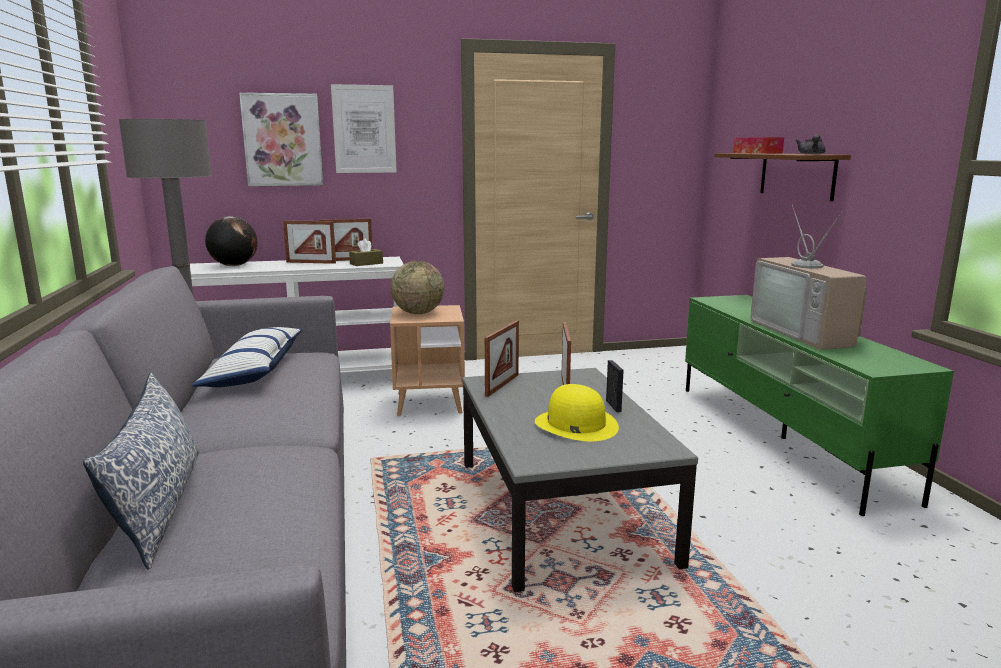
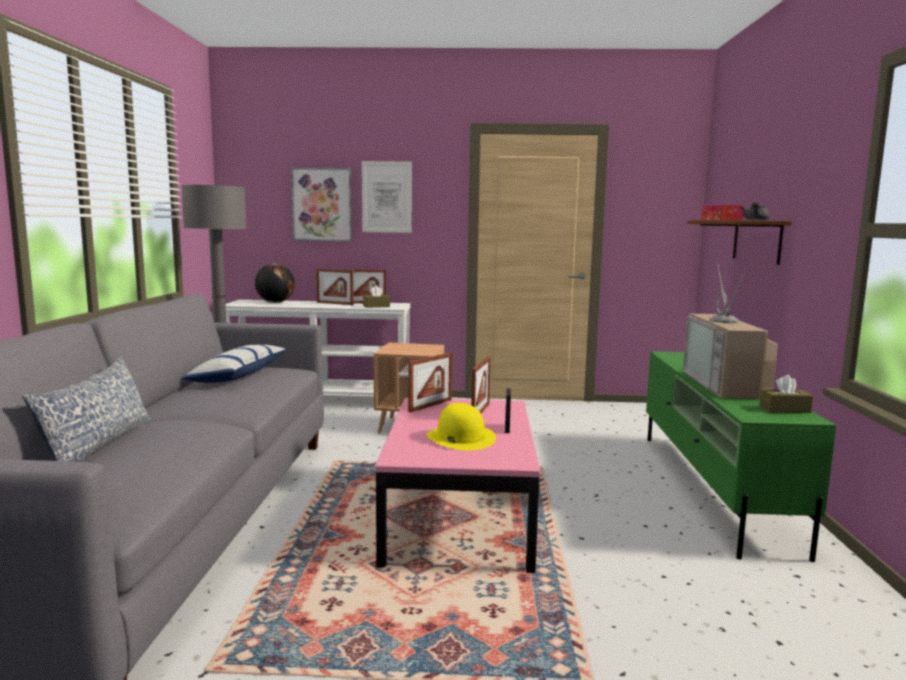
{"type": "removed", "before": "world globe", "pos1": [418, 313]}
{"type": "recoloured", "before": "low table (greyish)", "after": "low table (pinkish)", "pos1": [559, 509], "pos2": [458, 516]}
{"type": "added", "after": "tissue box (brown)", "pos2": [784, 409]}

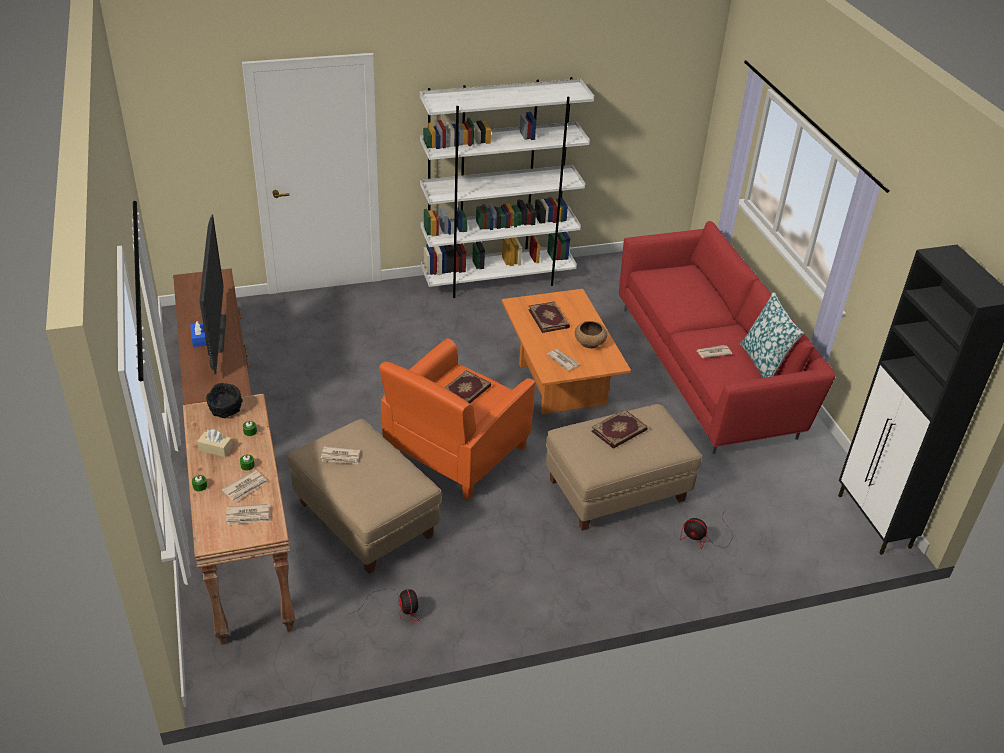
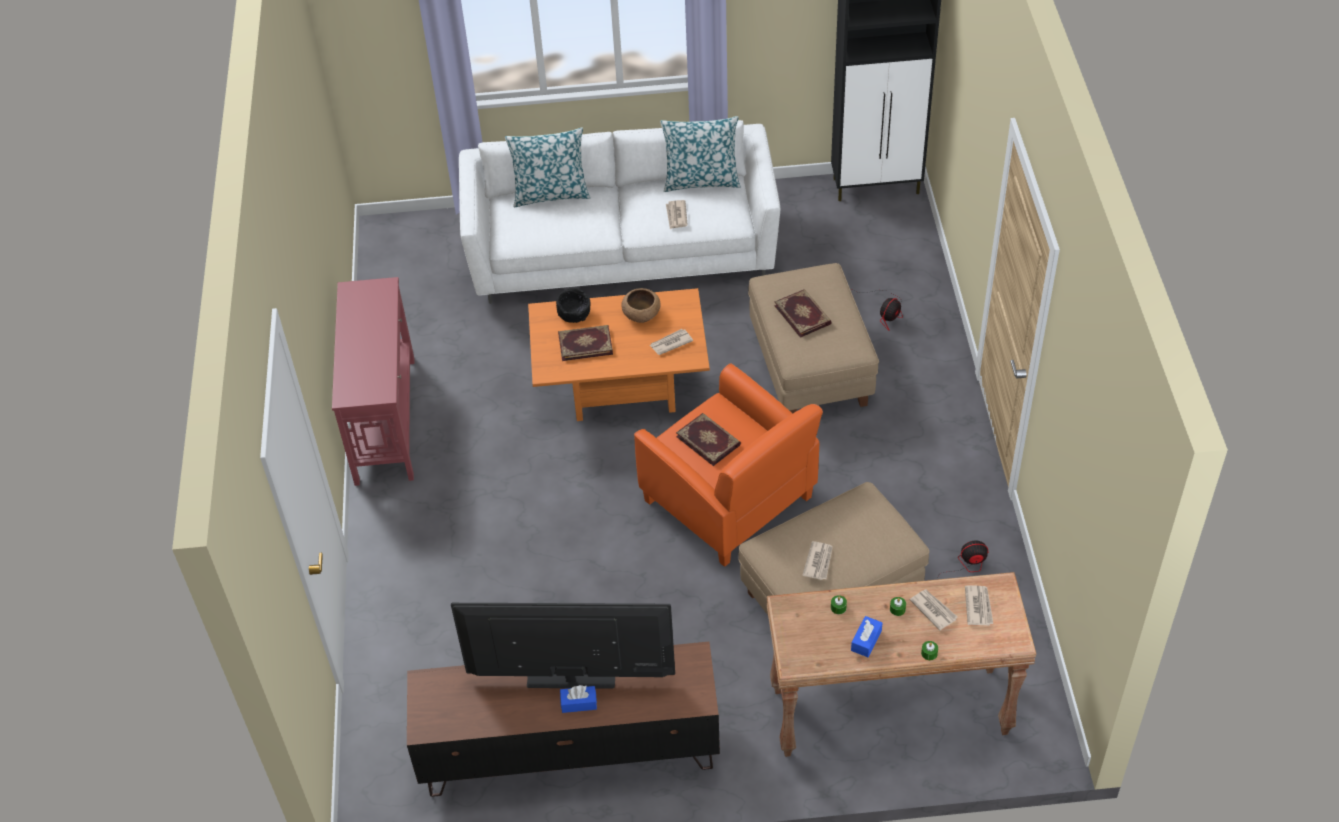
{"type": "replaced", "before": "shelving unit (white-coloured)", "after": "narrow table (red)", "pos1": [498, 280], "pos2": [386, 419]}
{"type": "recoloured", "before": "sofa (red)", "after": "sofa (white-coloured)", "pos1": [708, 369], "pos2": [622, 251]}
{"type": "moved", "before": "bowl (black)", "pos1": [226, 410], "pos2": [574, 314]}
{"type": "recoloured", "before": "tissue box (beige-coloured)", "after": "tissue box (blue)", "pos1": [215, 449], "pos2": [866, 640]}
{"type": "added", "after": "pillow", "pos2": [551, 194]}

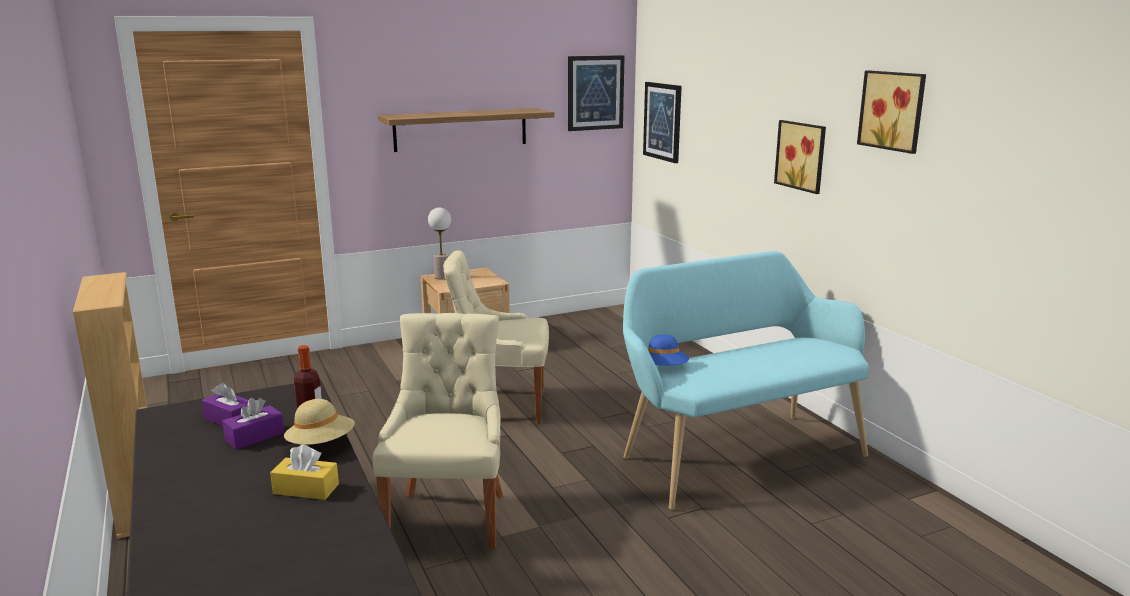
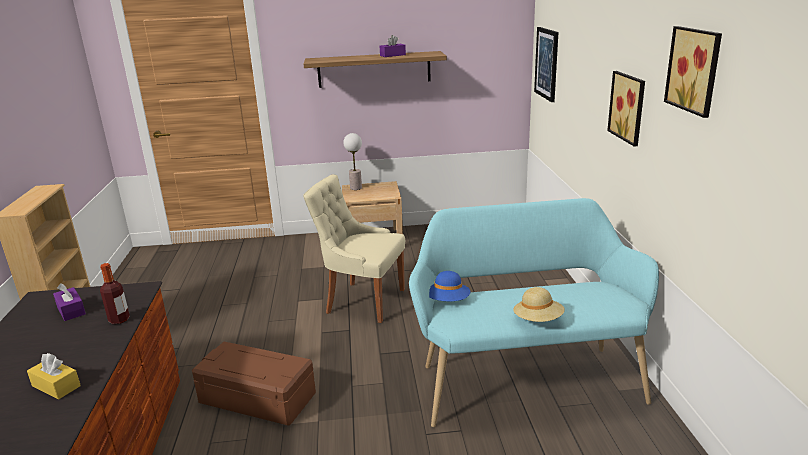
{"type": "removed", "before": "picture", "pos1": [595, 93]}
{"type": "replaced", "before": "plain chair (beige-coloured)", "after": "storage bin (brown)", "pos1": [448, 516], "pos2": [258, 398]}
{"type": "moved", "before": "tissue box (purple)", "pos1": [255, 436], "pos2": [392, 55]}
{"type": "moved", "before": "wearable hat (beige-coloured)", "pos1": [321, 444], "pos2": [538, 320]}

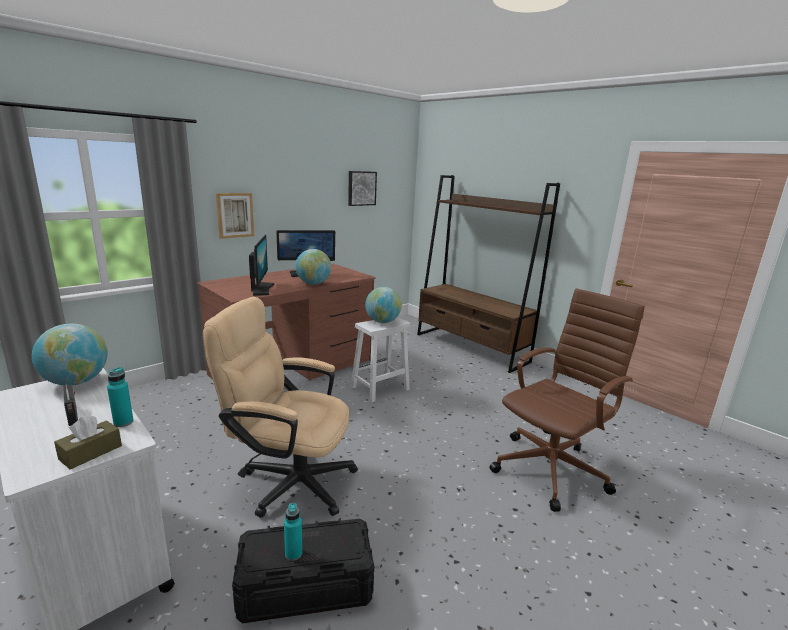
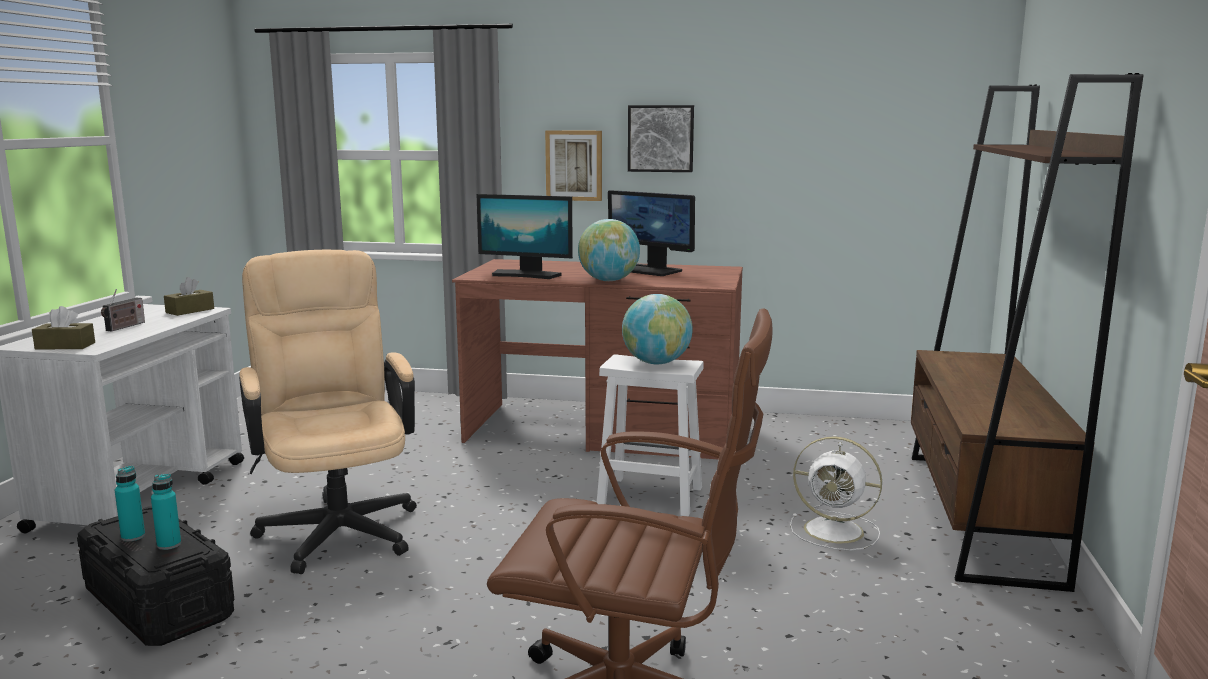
{"type": "moved", "before": "picture", "pos1": [361, 188], "pos2": [661, 138]}
{"type": "turned", "before": "computer display", "pos1": [261, 289], "pos2": [526, 275], "turn": 60}
{"type": "replaced", "before": "world globe", "after": "tissue box (brown)", "pos1": [76, 382], "pos2": [190, 311]}
{"type": "moved", "before": "beverage bottle (blue-green)", "pos1": [123, 422], "pos2": [169, 545]}
{"type": "added", "after": "electric fan (white-coloured)", "pos2": [836, 531]}

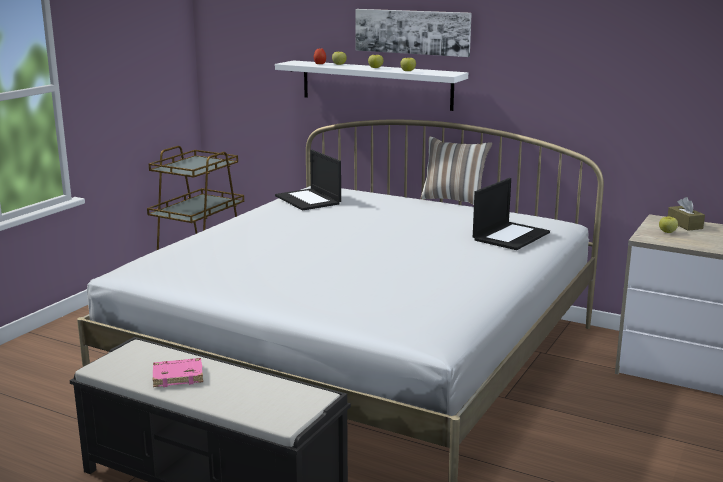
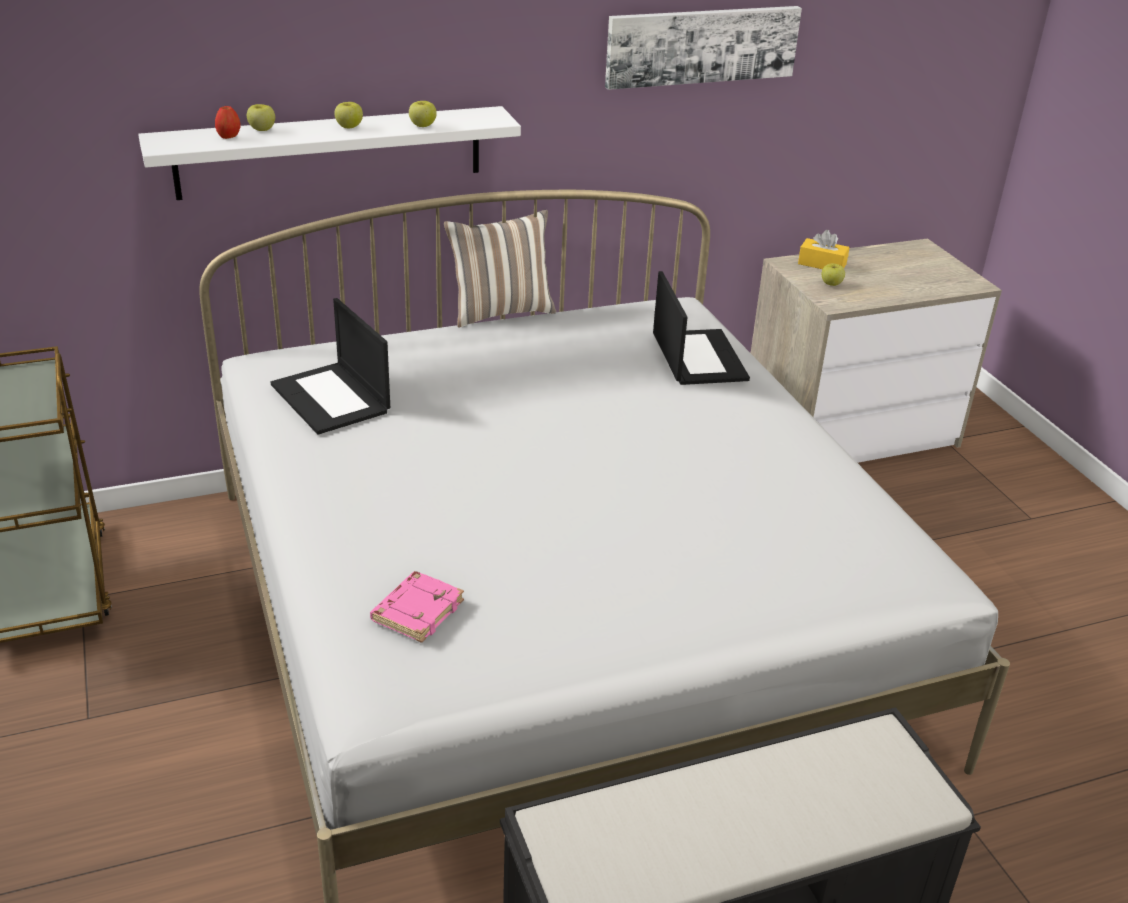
{"type": "moved", "before": "picture", "pos1": [412, 32], "pos2": [701, 45]}
{"type": "turned", "before": "portable computer", "pos1": [309, 200], "pos2": [332, 398], "turn": 45}
{"type": "recoloured", "before": "tissue box (brown)", "after": "tissue box (yellow-coloured)", "pos1": [684, 224], "pos2": [822, 264]}
{"type": "moved", "before": "volume (pinkish)", "pos1": [178, 376], "pos2": [417, 610]}

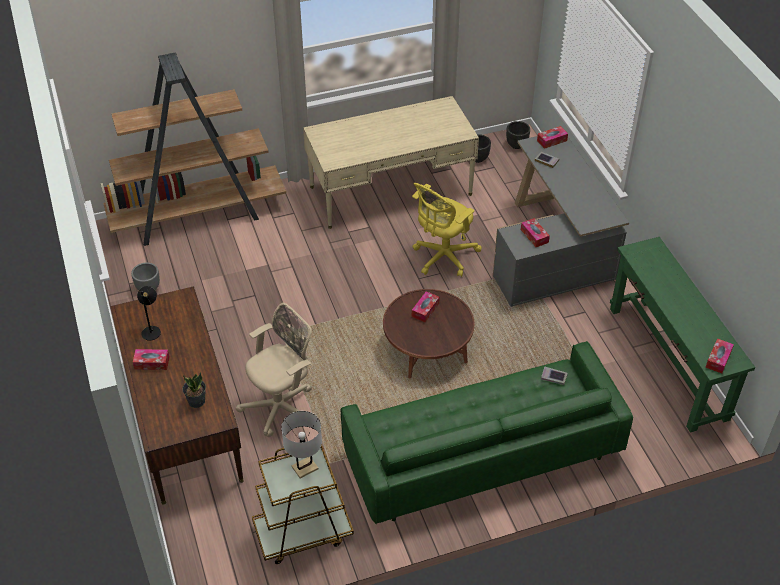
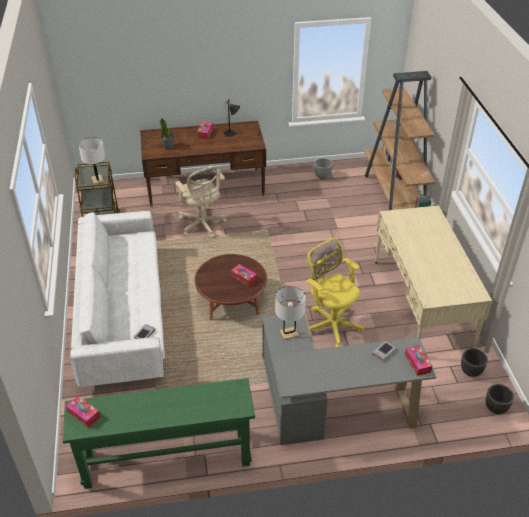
{"type": "replaced", "before": "tissue box", "after": "table lamp (white-coloured)", "pos1": [534, 236], "pos2": [289, 334]}
{"type": "recoloured", "before": "sofa (green)", "after": "sofa (white-coloured)", "pos1": [481, 454], "pos2": [123, 314]}

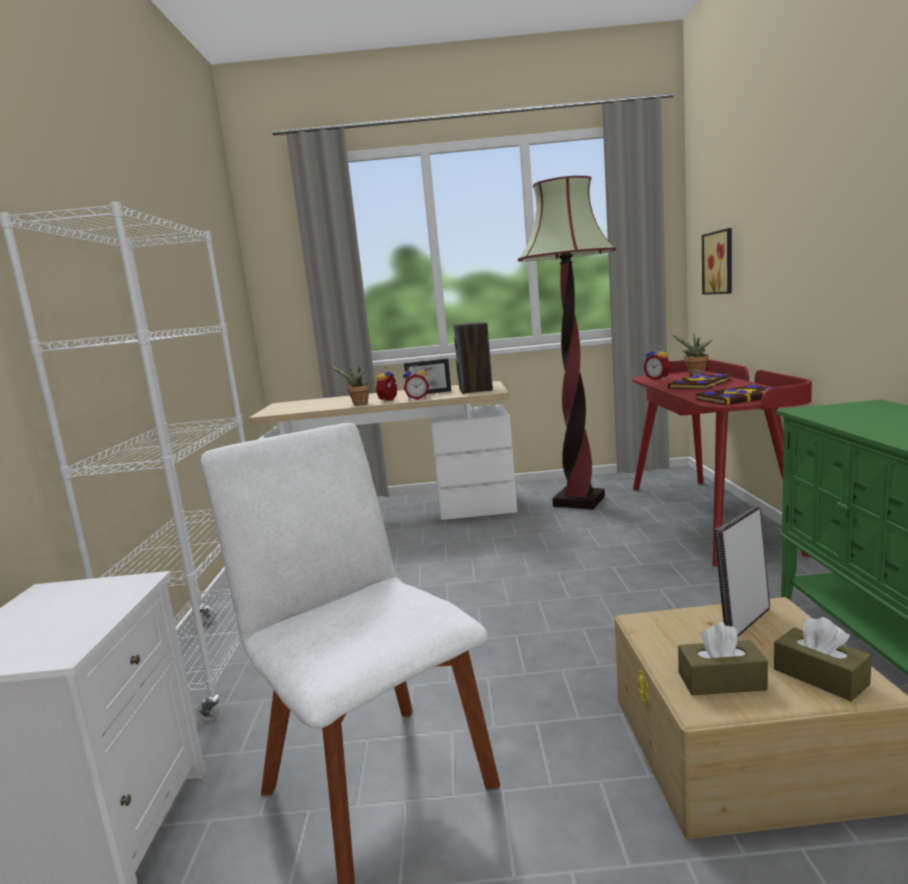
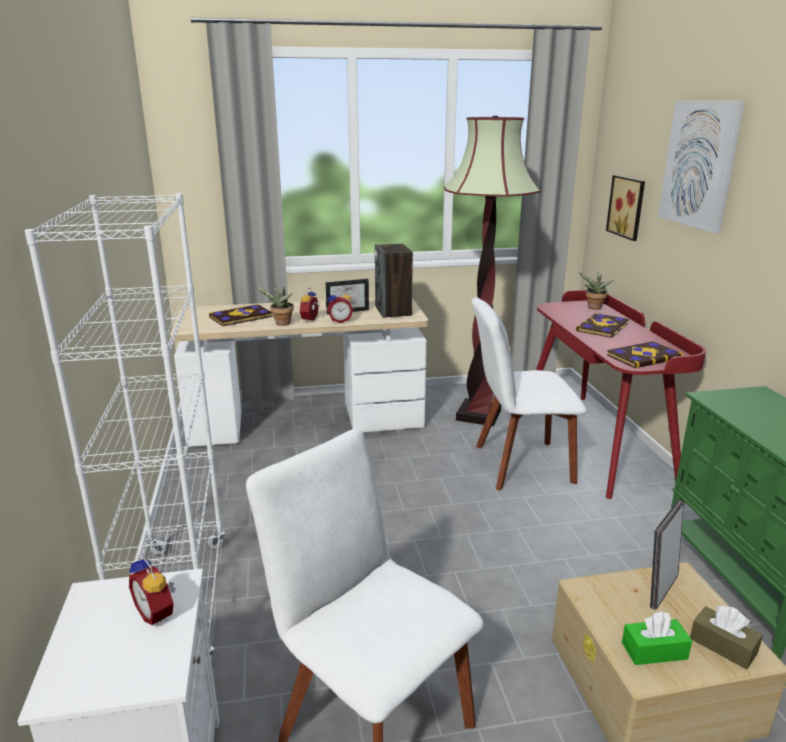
{"type": "moved", "before": "table clock", "pos1": [658, 379], "pos2": [158, 613]}
{"type": "recoloured", "before": "tissue box (brown)", "after": "tissue box (green)", "pos1": [721, 681], "pos2": [654, 651]}
{"type": "added", "after": "picture", "pos2": [700, 164]}
{"type": "added", "after": "plain chair (white-coloured)", "pos2": [518, 465]}
{"type": "added", "after": "volume", "pos2": [241, 317]}

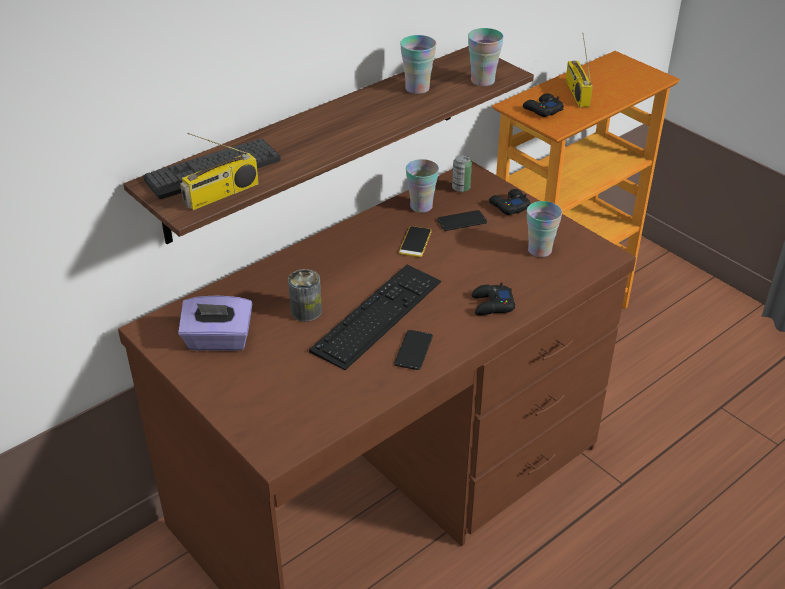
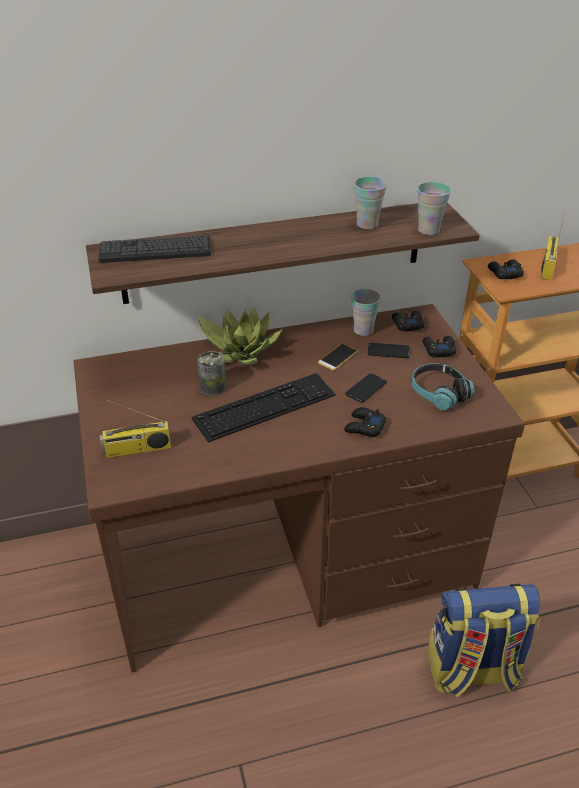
{"type": "moved", "before": "radio", "pos1": [221, 195], "pos2": [137, 449]}
{"type": "replaced", "before": "sealed can", "after": "joypad (black)", "pos1": [461, 188], "pos2": [407, 324]}
{"type": "replaced", "before": "small cup", "after": "headset", "pos1": [539, 250], "pos2": [439, 393]}
{"type": "removed", "before": "tissue box (purple)", "pos1": [218, 340]}
{"type": "moved", "before": "handset", "pos1": [413, 350], "pos2": [366, 388]}
{"type": "added", "after": "houseplant", "pos2": [239, 350]}
{"type": "added", "after": "knapsack", "pos2": [472, 671]}

